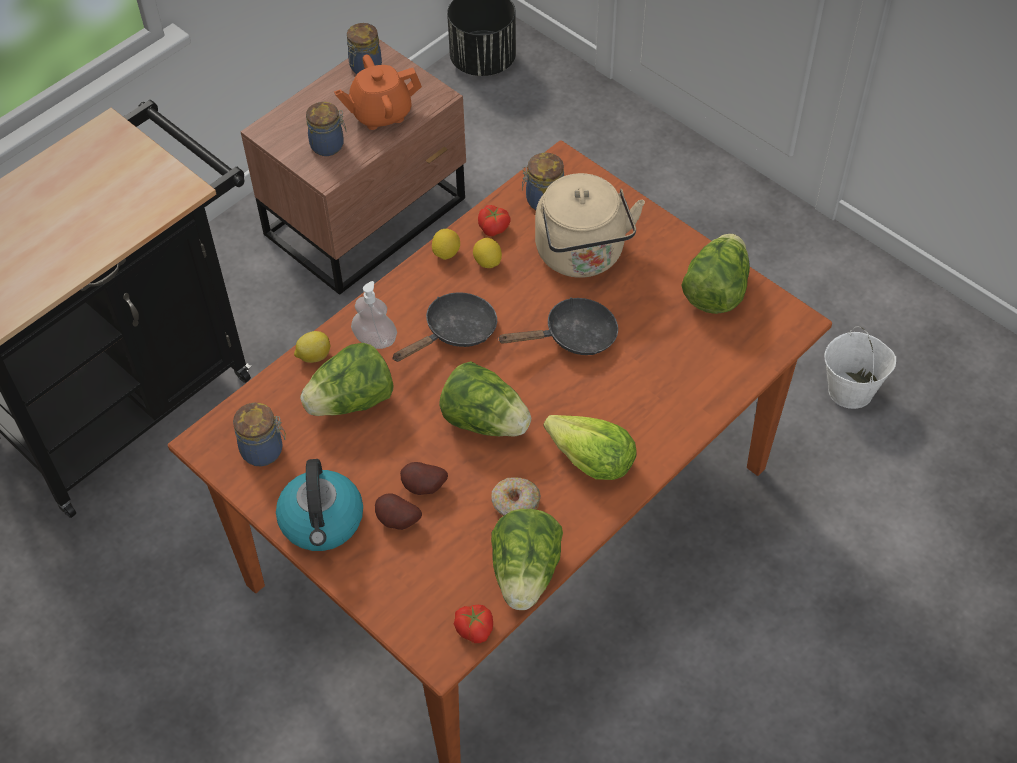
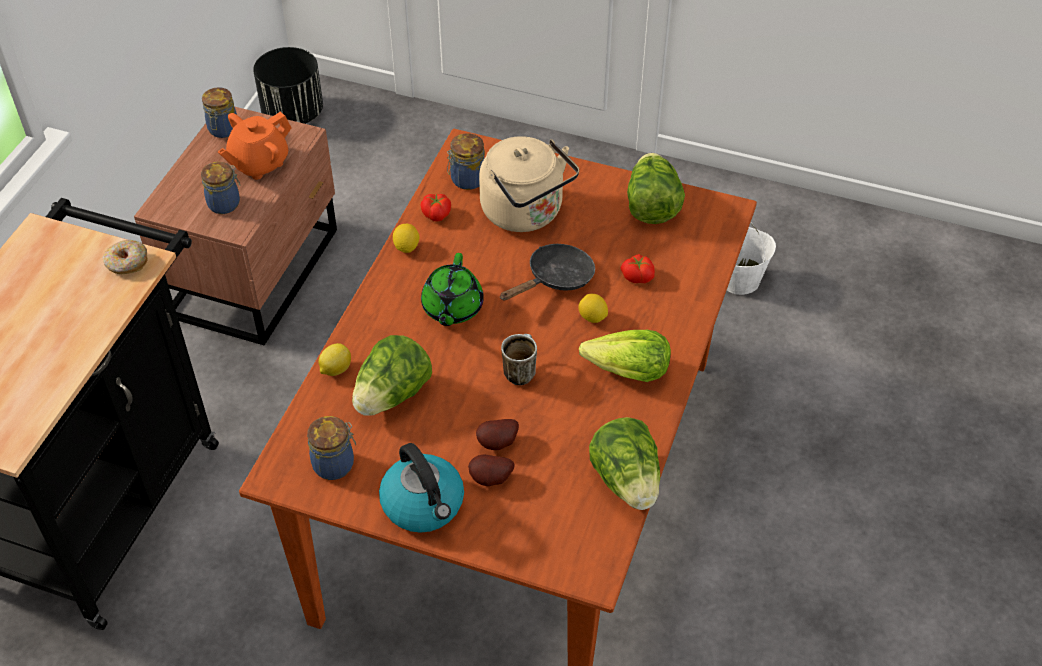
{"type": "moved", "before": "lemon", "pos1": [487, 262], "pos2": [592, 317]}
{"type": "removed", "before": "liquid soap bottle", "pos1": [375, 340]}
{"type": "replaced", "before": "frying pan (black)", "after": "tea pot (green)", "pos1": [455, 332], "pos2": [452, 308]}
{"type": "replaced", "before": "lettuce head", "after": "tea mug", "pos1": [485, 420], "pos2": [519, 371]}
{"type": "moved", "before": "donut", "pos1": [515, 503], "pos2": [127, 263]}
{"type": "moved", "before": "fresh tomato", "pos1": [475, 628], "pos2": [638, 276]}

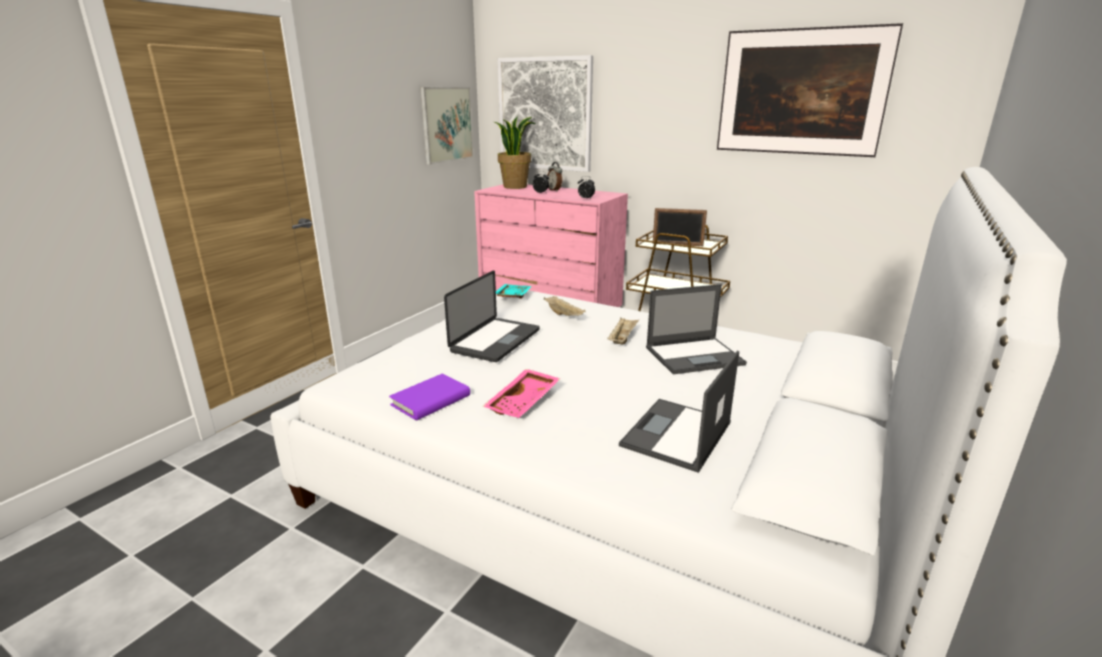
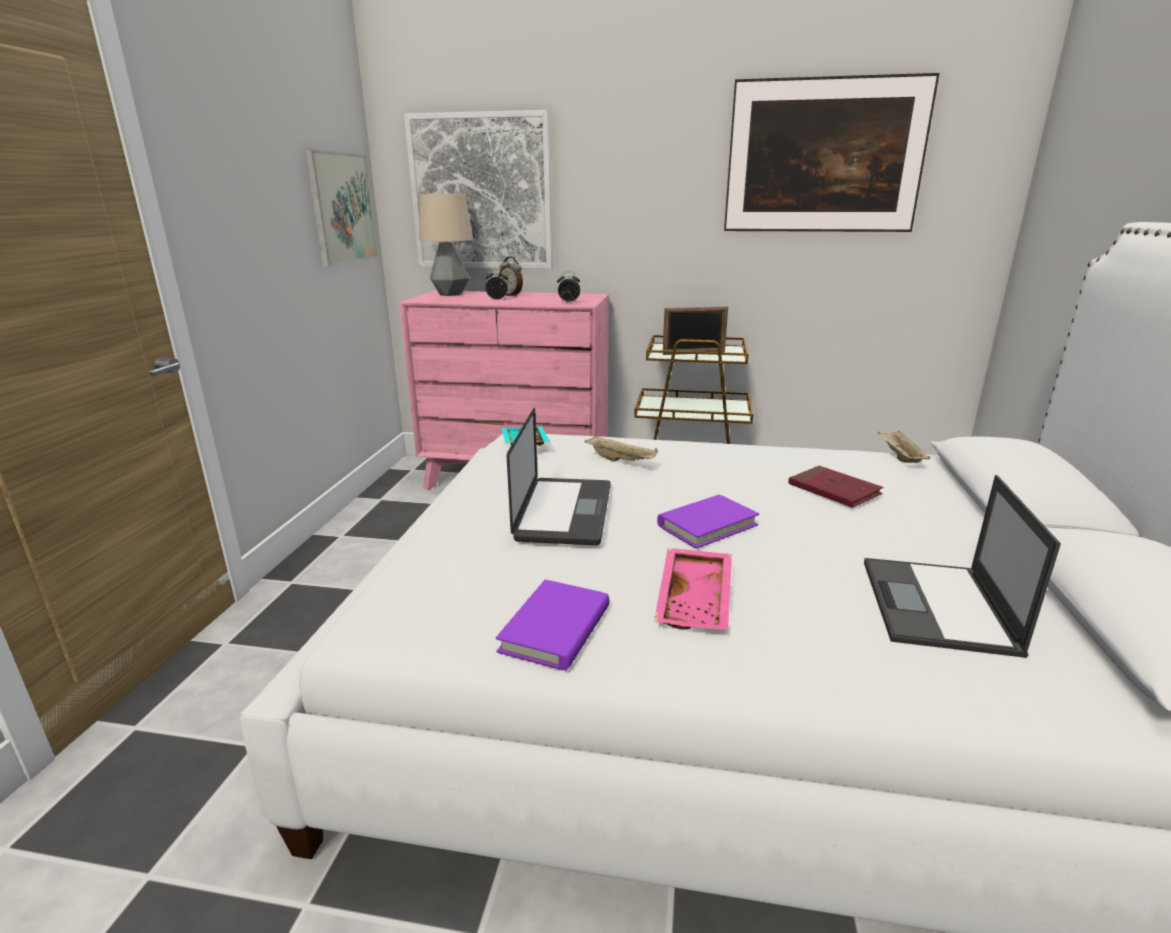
{"type": "replaced", "before": "houseplant", "after": "table lamp", "pos1": [515, 186], "pos2": [450, 294]}
{"type": "replaced", "before": "portable computer", "after": "volume (red)", "pos1": [695, 356], "pos2": [833, 490]}
{"type": "moved", "before": "carrying tray (beige-coloured)", "pos1": [622, 339], "pos2": [899, 457]}
{"type": "added", "after": "volume (purple)", "pos2": [707, 525]}

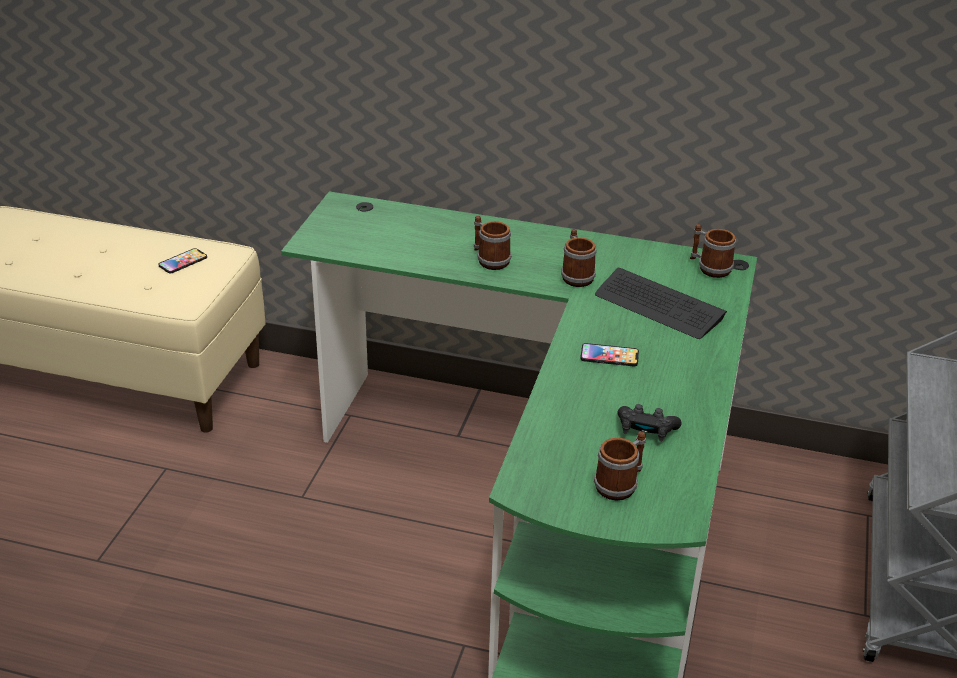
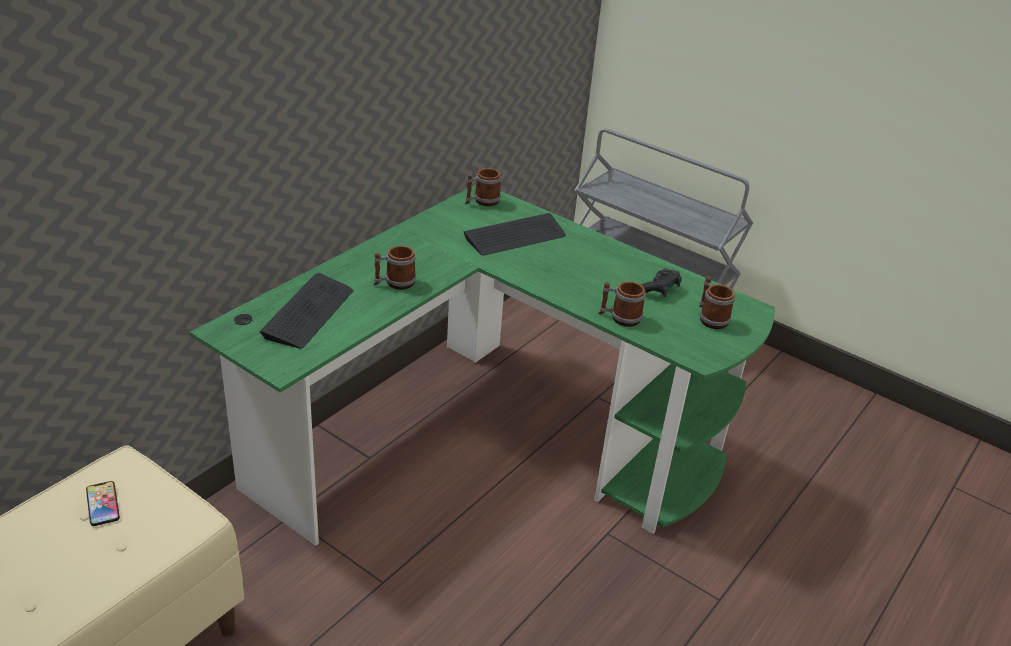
{"type": "moved", "before": "tea mug", "pos1": [576, 275], "pos2": [619, 318]}
{"type": "removed", "before": "handset", "pos1": [609, 356]}
{"type": "added", "after": "computer keyboard", "pos2": [308, 313]}

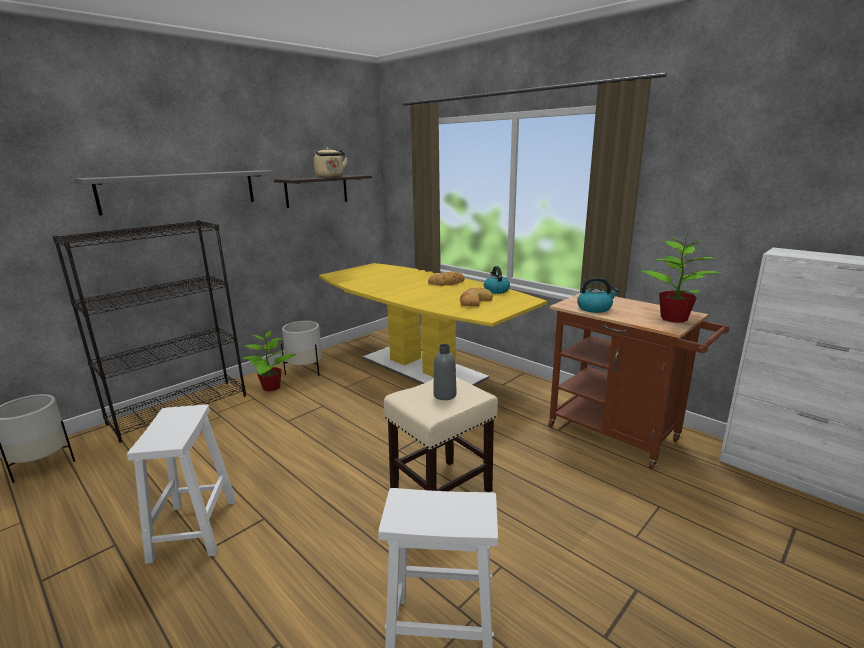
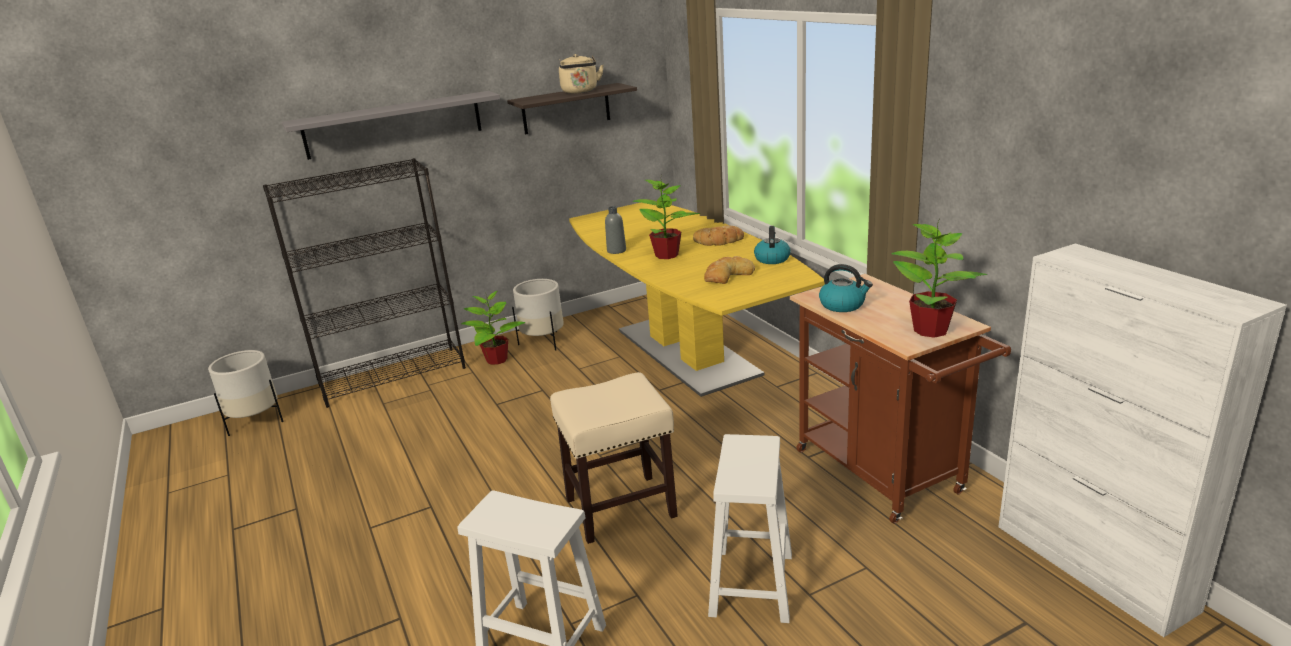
{"type": "moved", "before": "beverage bottle (greyish)", "pos1": [445, 395], "pos2": [616, 251]}
{"type": "moved", "before": "stool (white-coloured)", "pos1": [194, 530], "pos2": [752, 585]}
{"type": "added", "after": "houseplant", "pos2": [667, 255]}

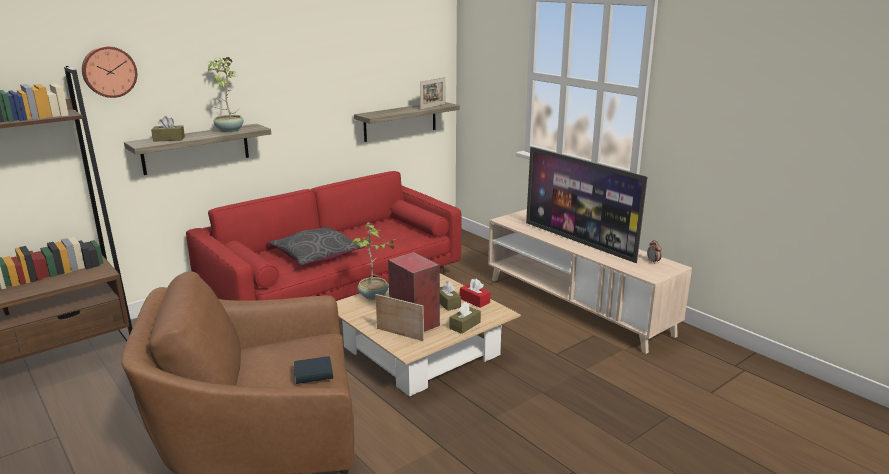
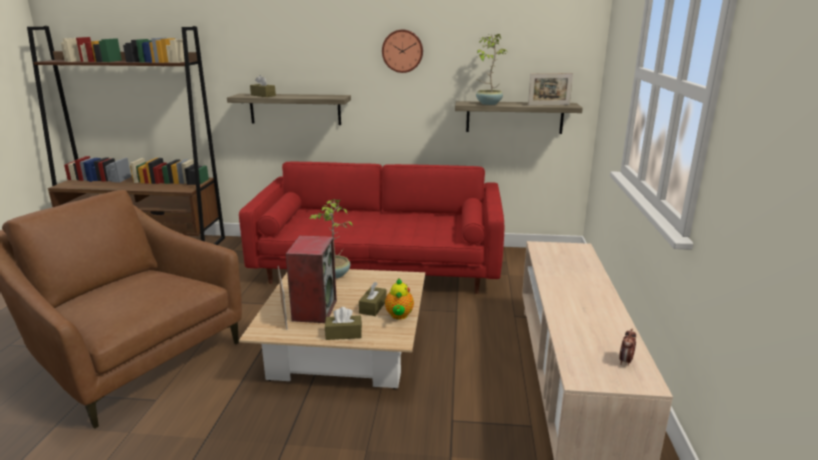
{"type": "moved", "before": "hanging clock", "pos1": [109, 71], "pos2": [402, 51]}
{"type": "moved", "before": "houseplant", "pos1": [228, 130], "pos2": [488, 103]}
{"type": "removed", "before": "TV", "pos1": [579, 241]}
{"type": "removed", "before": "pillow (greyish)", "pos1": [316, 255]}
{"type": "replaced", "before": "tissue box (red)", "after": "tea pot", "pos1": [474, 301], "pos2": [399, 316]}
{"type": "removed", "before": "volume", "pos1": [313, 374]}

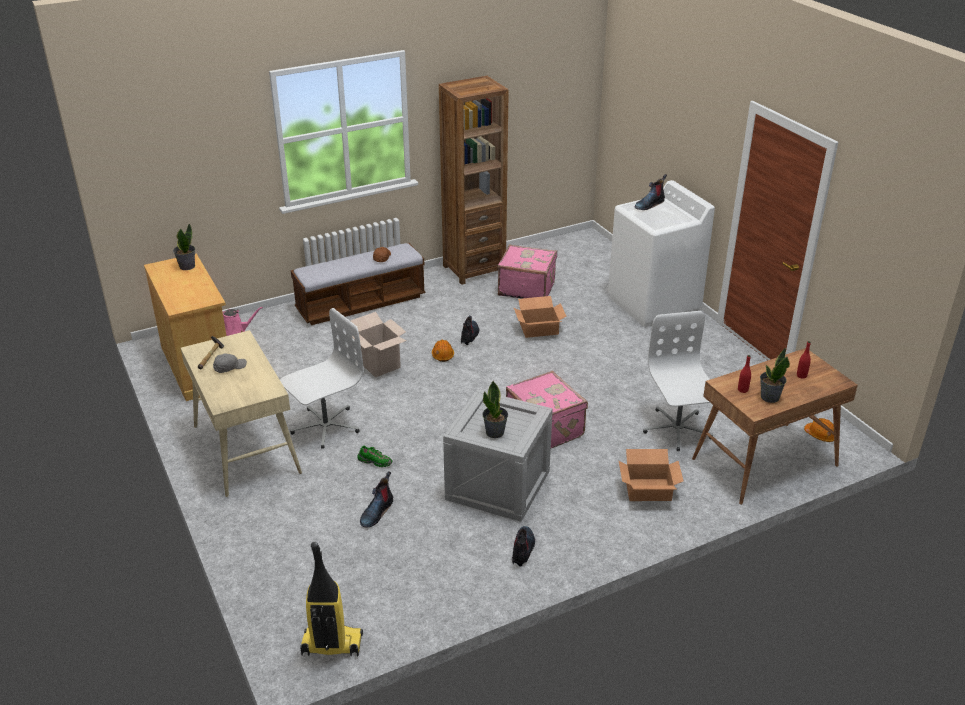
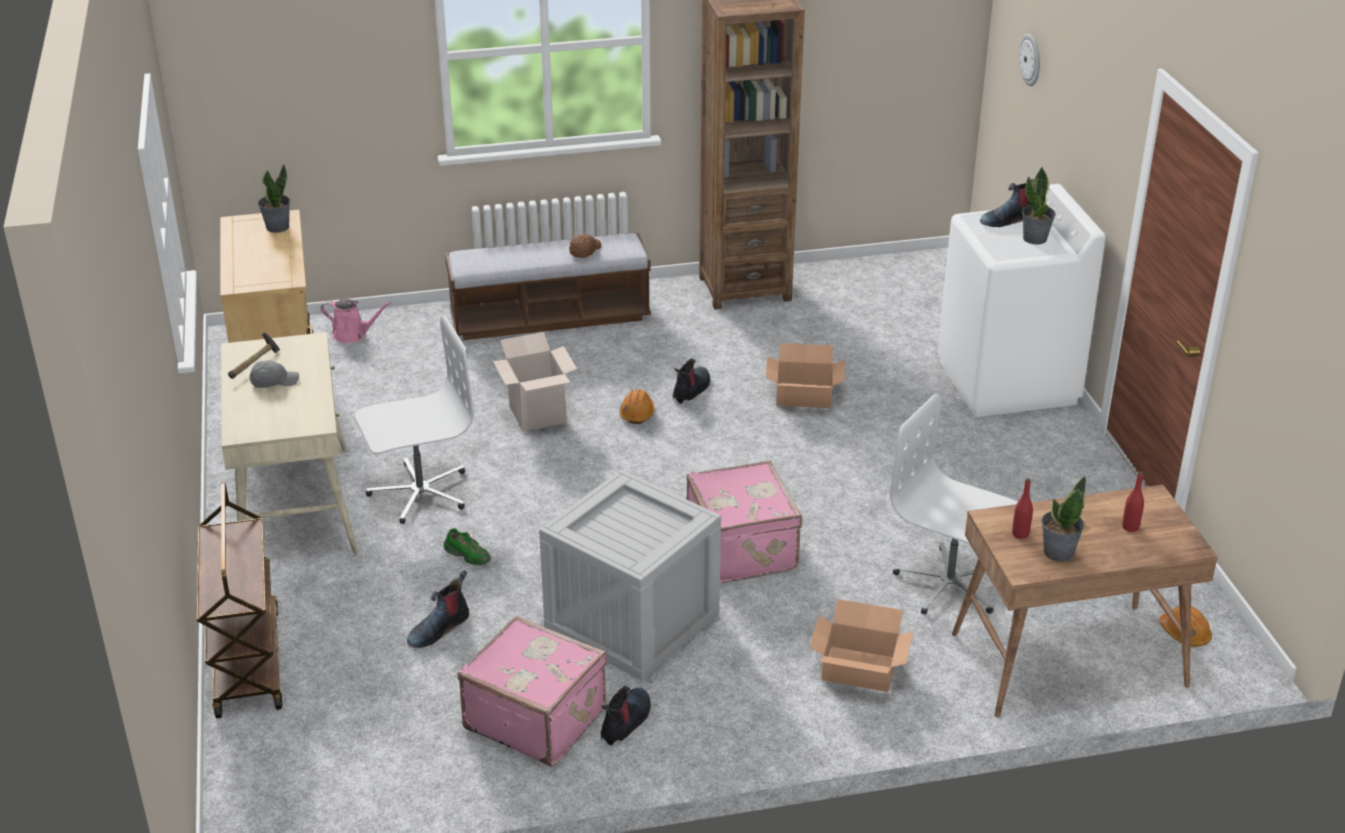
{"type": "moved", "before": "travel case (pinkish)", "pos1": [526, 288], "pos2": [536, 718]}
{"type": "turned", "before": "desk chair (white-coloured)", "pos1": [676, 429], "pos2": [949, 584], "turn": -60}
{"type": "moved", "before": "houseplant", "pos1": [495, 432], "pos2": [1035, 239]}
{"type": "removed", "before": "vacuum cleaner", "pos1": [331, 645]}
{"type": "added", "after": "hanging clock", "pos2": [1031, 59]}
{"type": "added", "after": "wheeled cart (brown)", "pos2": [246, 662]}

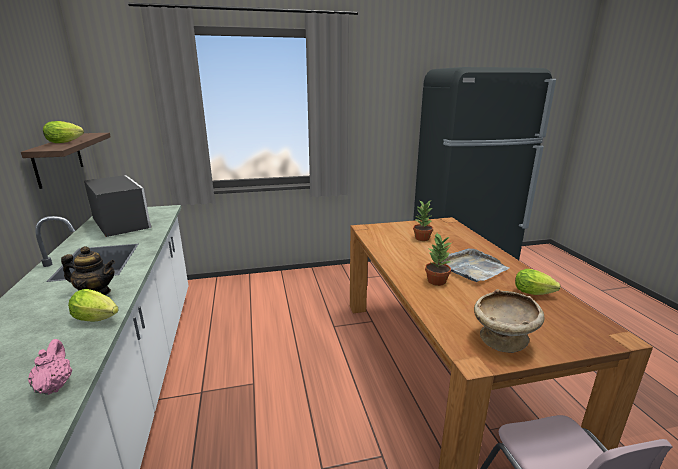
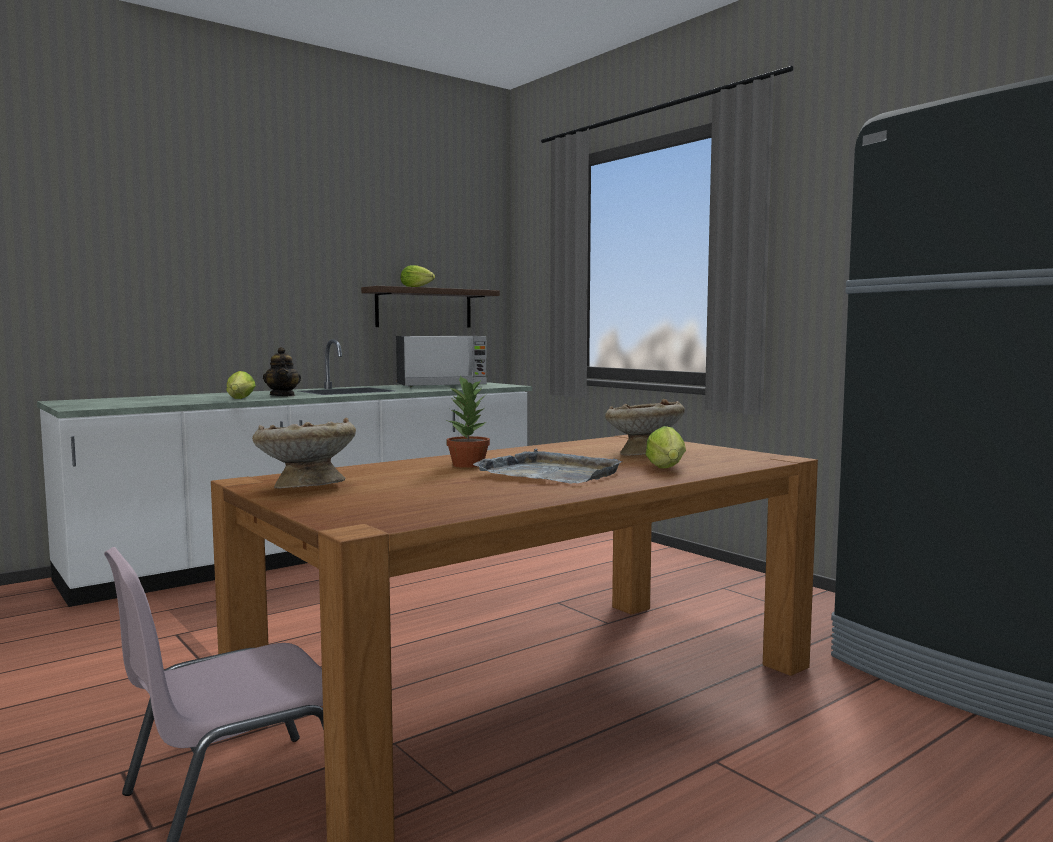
{"type": "turned", "before": "microwave", "pos1": [121, 224], "pos2": [442, 385], "turn": 45}
{"type": "replaced", "before": "houseplant", "after": "bowl (beige-coloured)", "pos1": [422, 238], "pos2": [643, 454]}
{"type": "moved", "before": "lettuce head", "pos1": [535, 293], "pos2": [667, 469]}
{"type": "removed", "before": "tea pot (pinkish)", "pos1": [55, 385]}

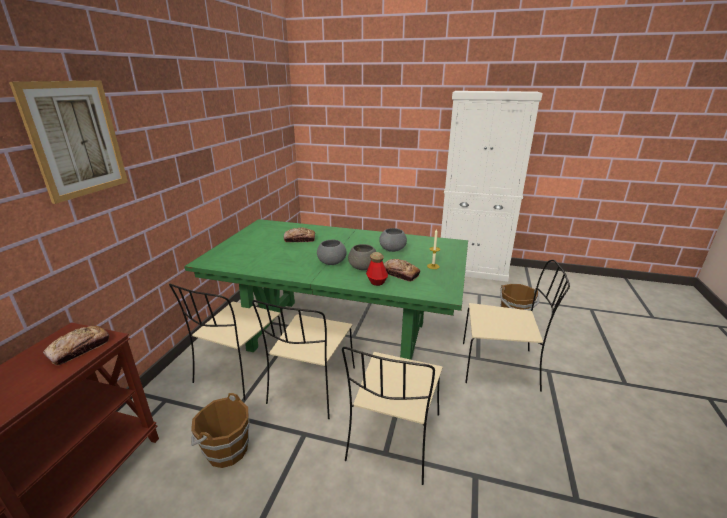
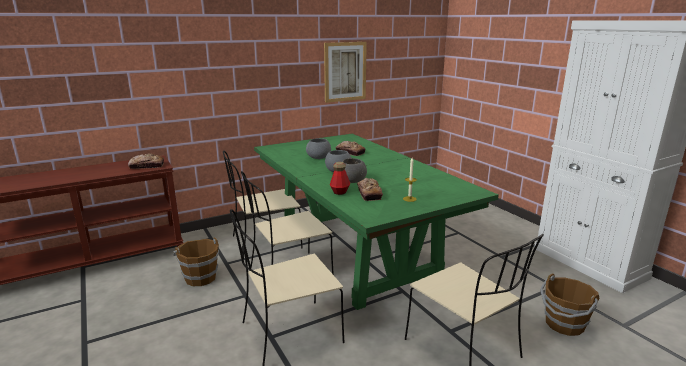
{"type": "moved", "before": "picture", "pos1": [76, 139], "pos2": [345, 72]}
{"type": "moved", "before": "bowl (greyish)", "pos1": [393, 249], "pos2": [319, 157]}

